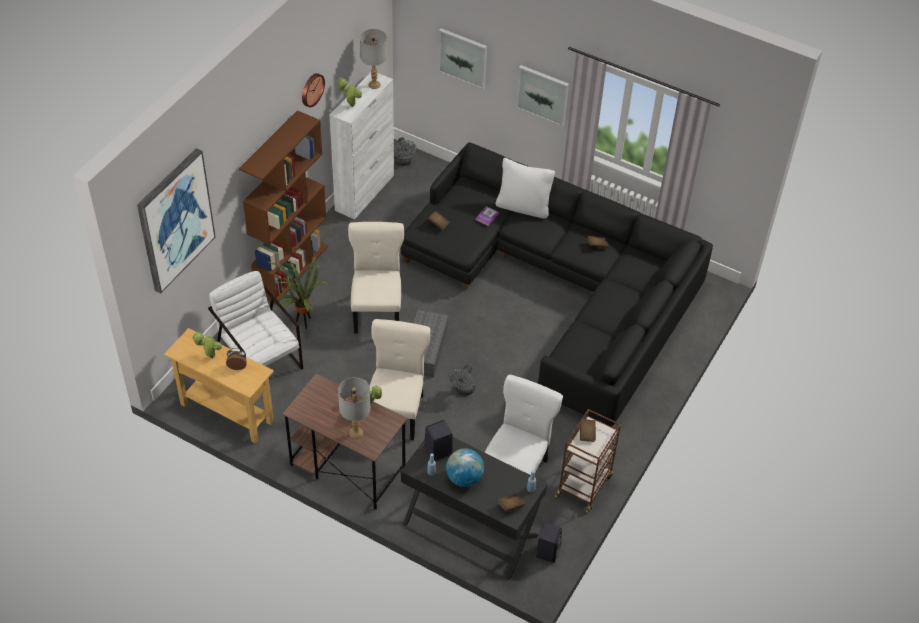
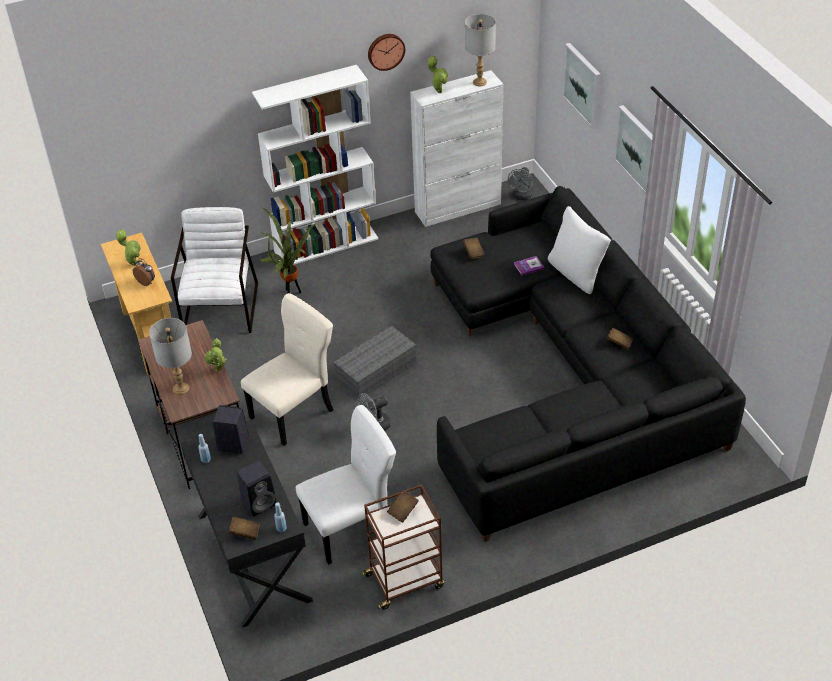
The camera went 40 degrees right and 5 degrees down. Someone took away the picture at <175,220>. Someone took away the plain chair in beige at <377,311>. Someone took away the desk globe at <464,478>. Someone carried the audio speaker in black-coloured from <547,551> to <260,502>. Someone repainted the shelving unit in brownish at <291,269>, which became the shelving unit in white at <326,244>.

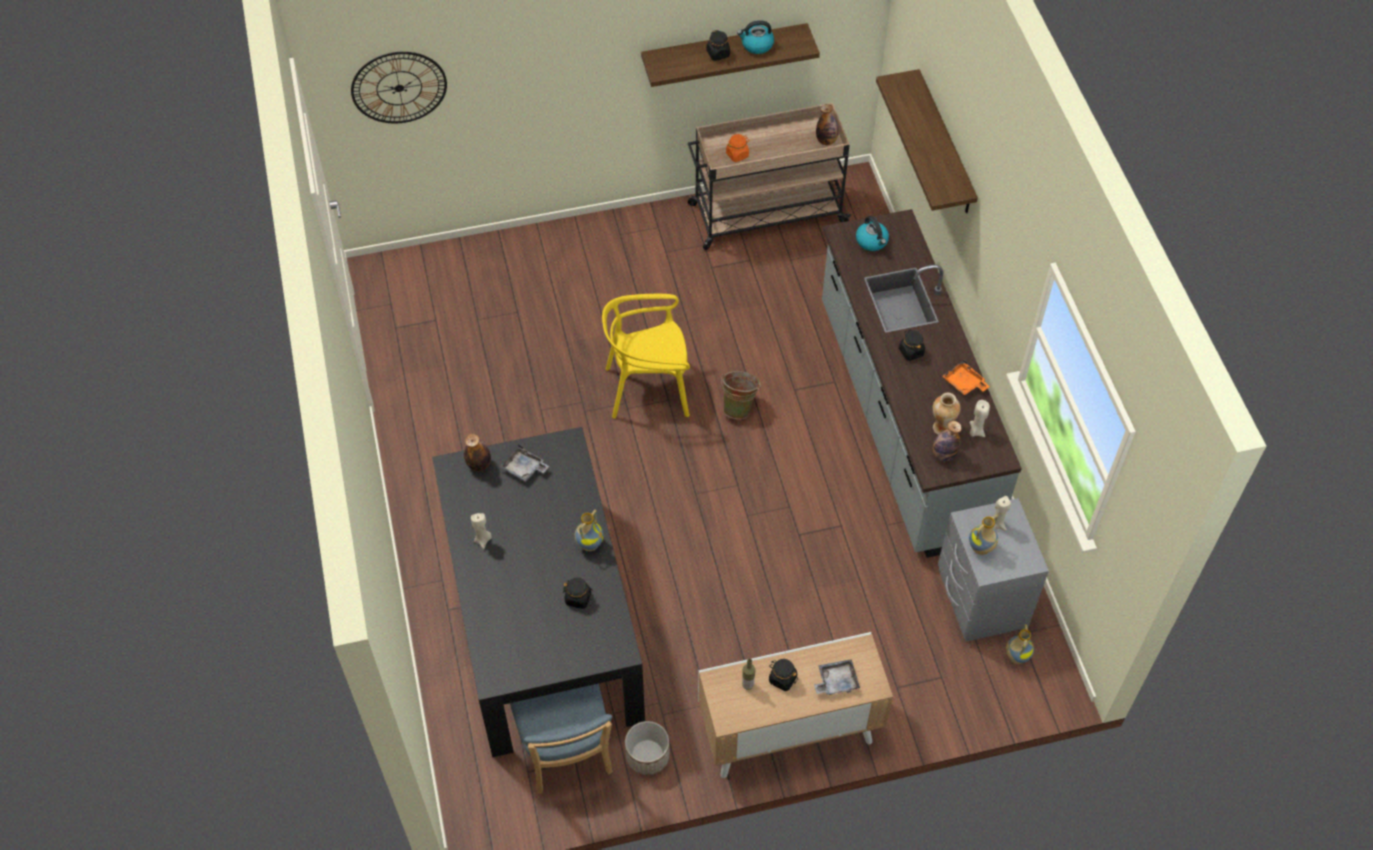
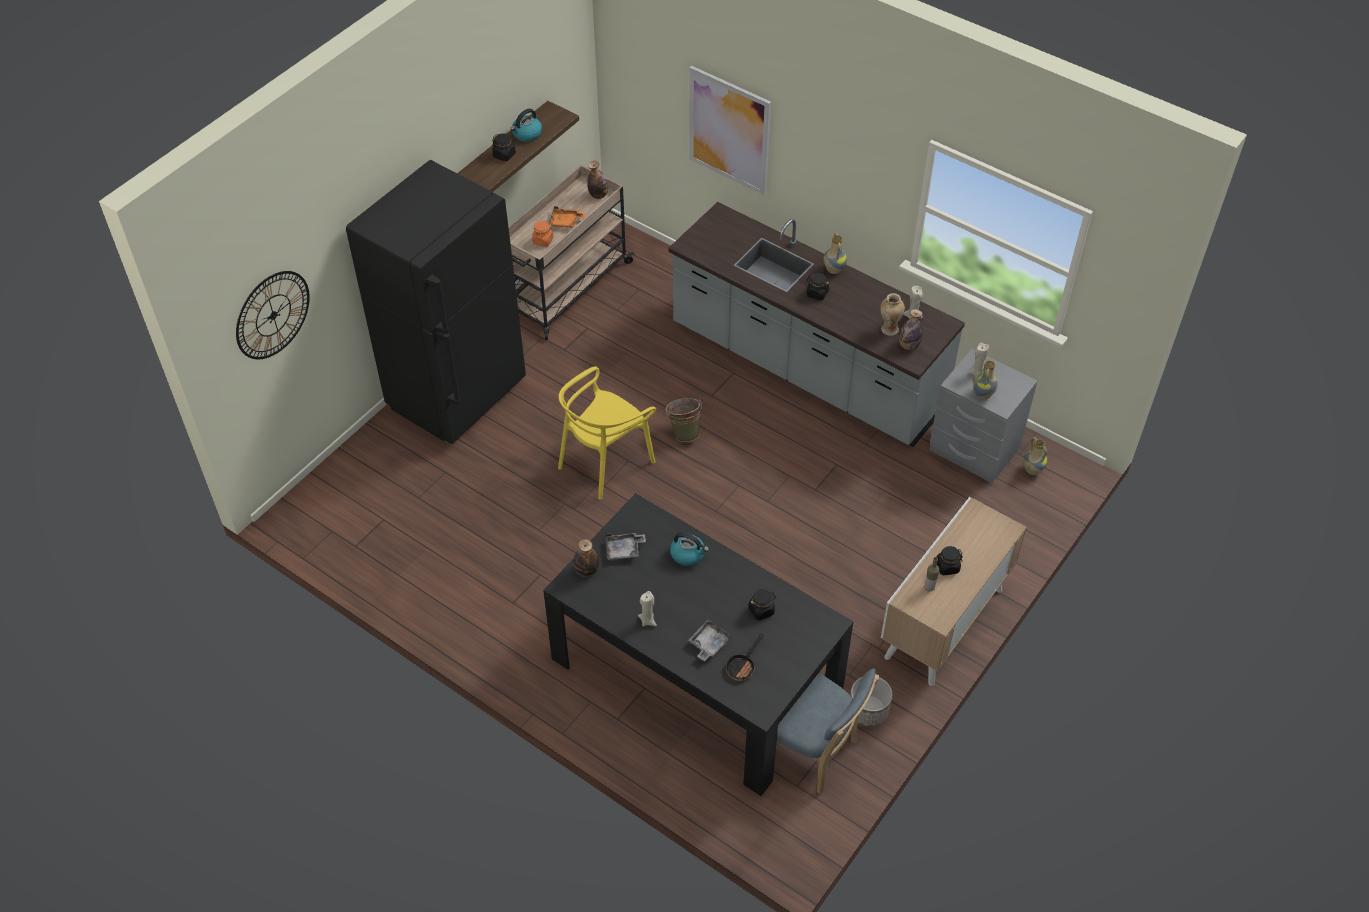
The camera went 40 degrees left and 5 degrees down. Someone put down the fridge in black-coloured at <458,396>. Someone put down the skillet at <743,666>. Someone carried the decorative vase from <589,544> to <833,270>. Someone carried the serving tray in gray from <836,681> to <708,643>. Someone carried the kettle from <872,241> to <688,554>. Someone carried the serving tray in orangey from <964,383> to <565,222>. Someone swapped the bracket shelf at <945,145> for the picture at <729,130>.

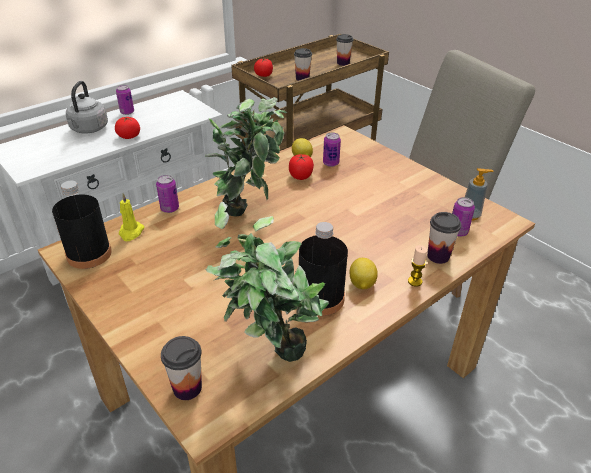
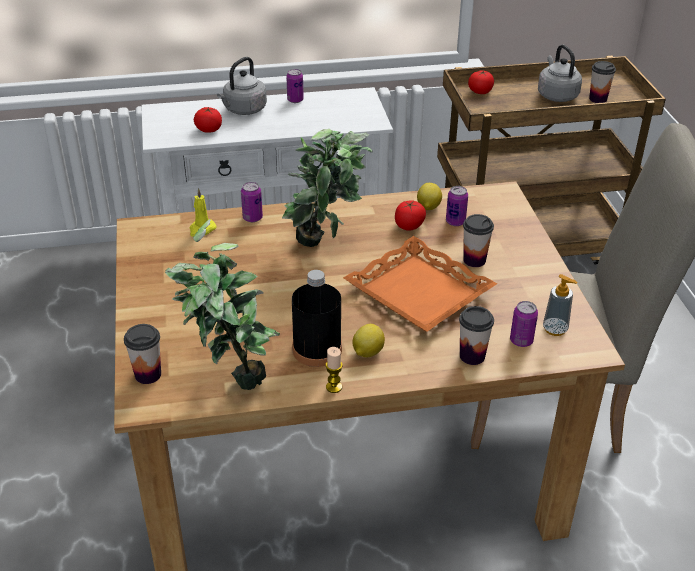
The camera went 30 degrees right and 0 degrees up. Someone took away the beverage bottle in black-coloured at <89,254>. Someone put down the serving tray in orangey at <420,292>. Someone put down the kettle in gray at <556,95>. Someone carried the fresh tomato from <129,136> to <209,129>. Someone carried the cup from <302,78> to <474,260>. Someone carried the wax candle from <415,281> to <334,387>.

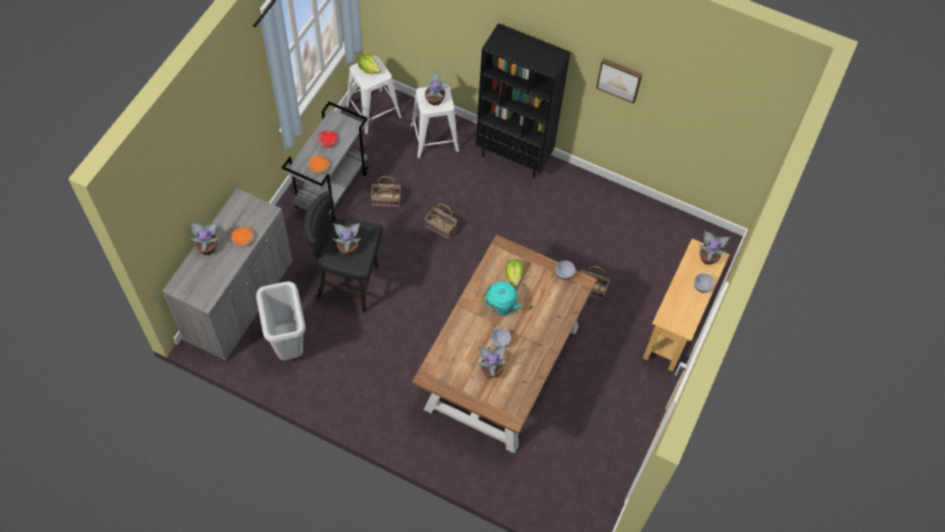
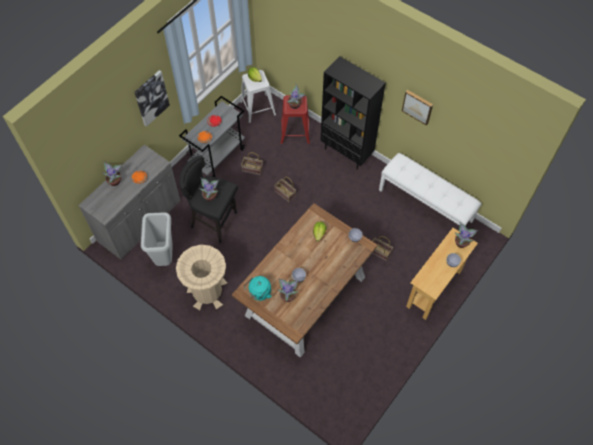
The camera went 15 degrees right and 0 degrees up. Someone put up the picture at <151,98>. Someone put down the waste bin in beige at <207,291>. Someone put down the long seat in white at <426,205>. Someone carried the kettle in turquoise-coloured from <500,306> to <259,293>. Someone repainted the stool in white at <434,138>, which became the stool in red-coloured at <295,132>.

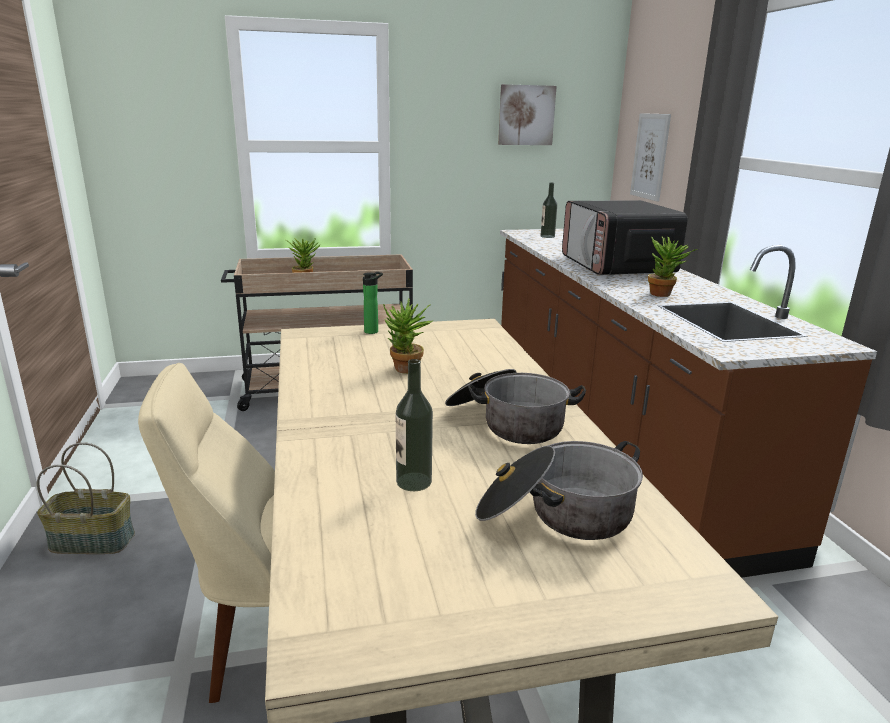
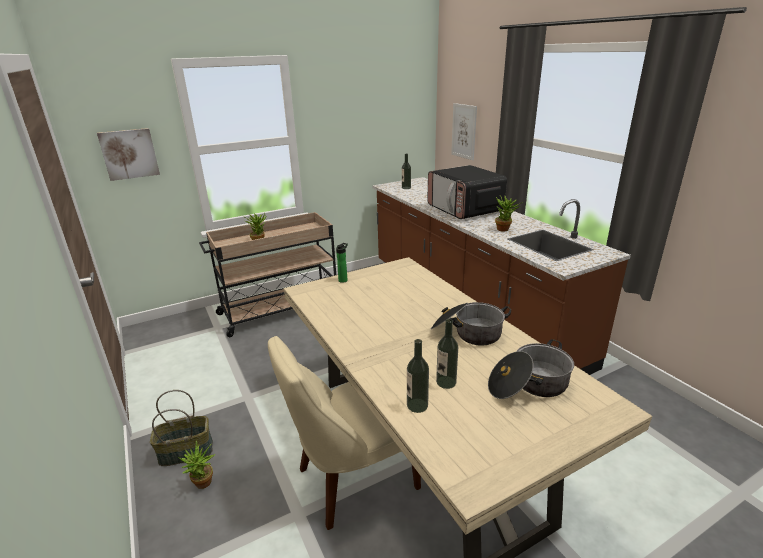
The camera went 15 degrees left and 5 degrees up. Someone put down the beverage bottle at <417,405>. Someone carried the potted plant from <406,371> to <203,485>. Someone carried the picture from <526,115> to <129,154>.

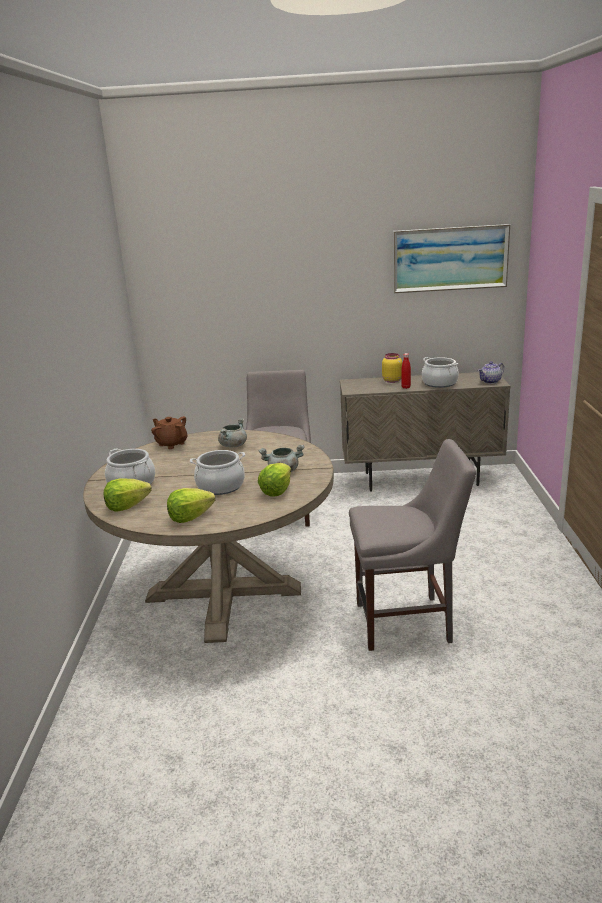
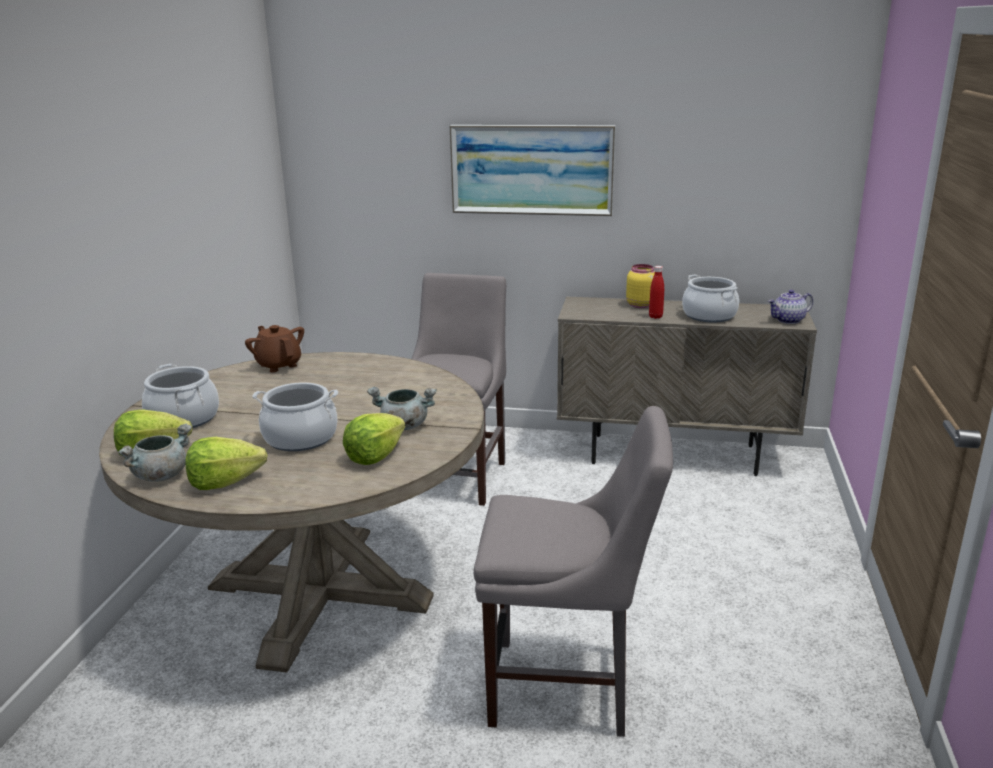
The camera went 10 degrees right and 0 degrees up. Someone carried the saucepot in gray from <233,445> to <161,475>. Someone carried the picture from <450,258> to <532,169>.

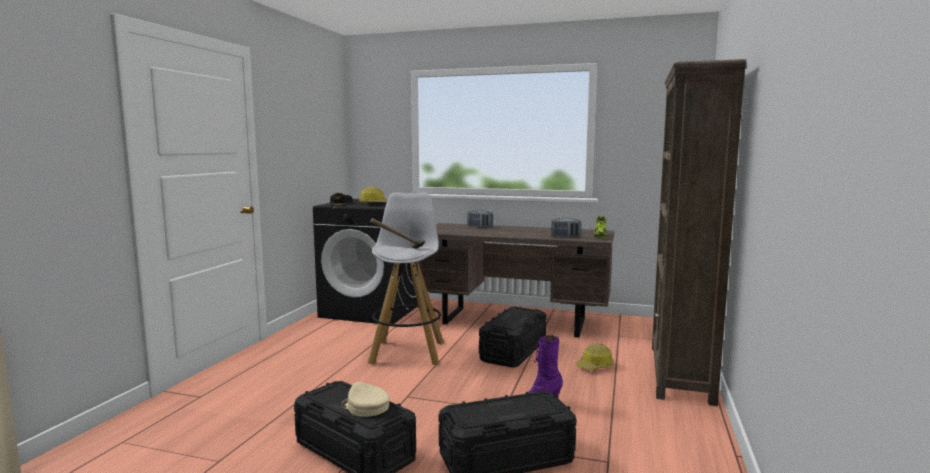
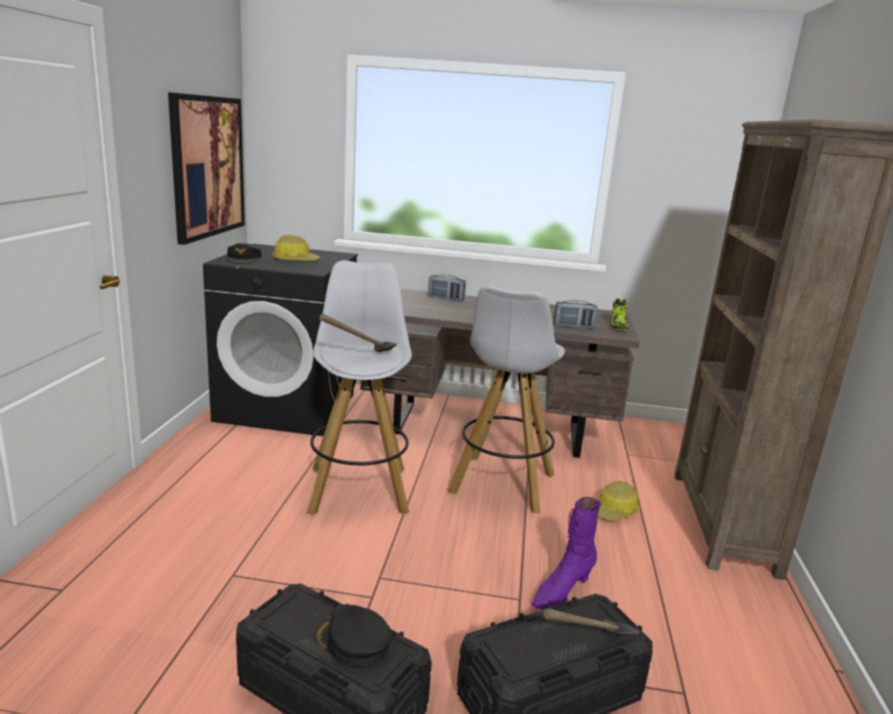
The camera went 10 degrees left and 10 degrees up. Someone put up the picture at <208,167>. Someone put down the hammer at <587,653>. Someone swapped the storage container in black-coloured at <513,351> for the stool in white at <501,485>. Someone repainted the cap in beige at <365,406>, which became the cap in black-coloured at <353,642>.

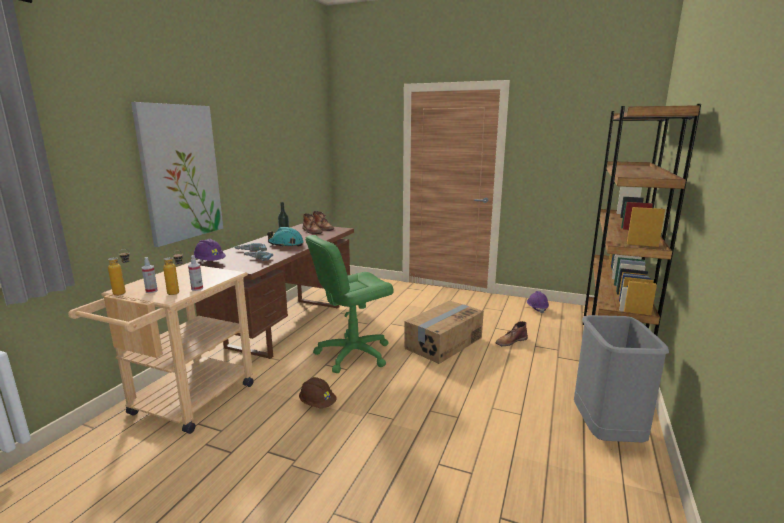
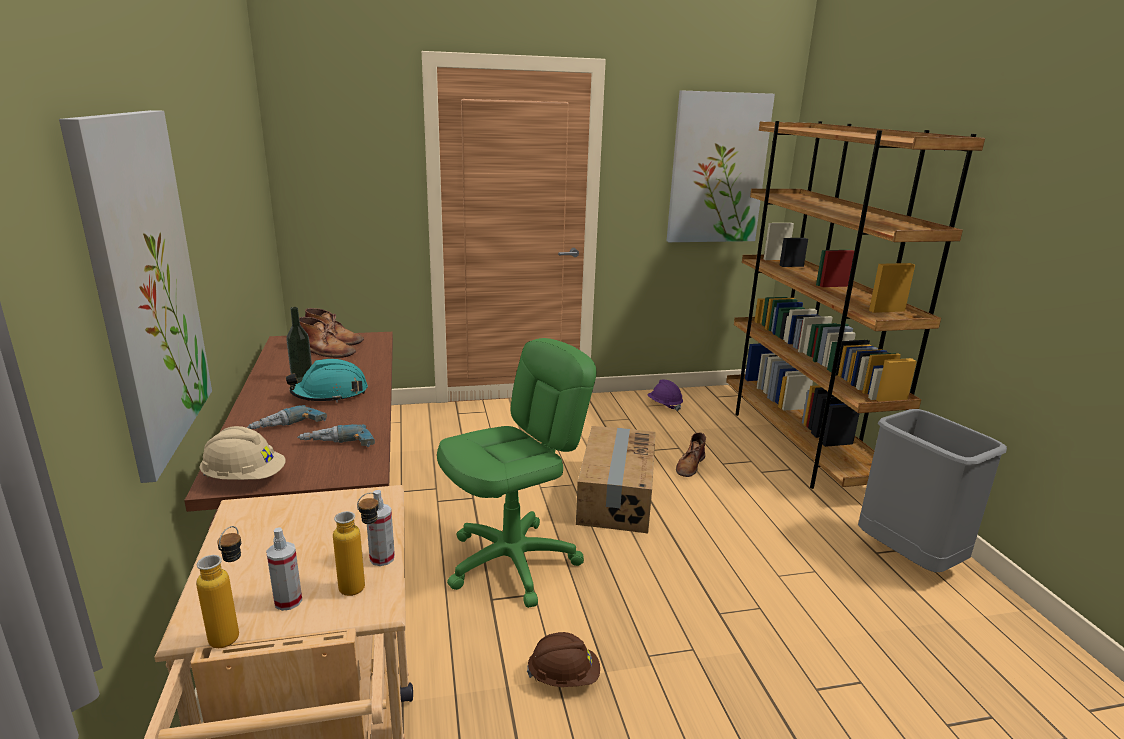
The camera went 35 degrees left and 5 degrees up. Someone put up the picture at <717,169>. Someone repainted the work helmet in purple-coloured at <210,262>, which became the work helmet in beige at <245,478>. Someone rotated the office chair in green-coloured at <353,354> by 150 degrees counterclockwise.

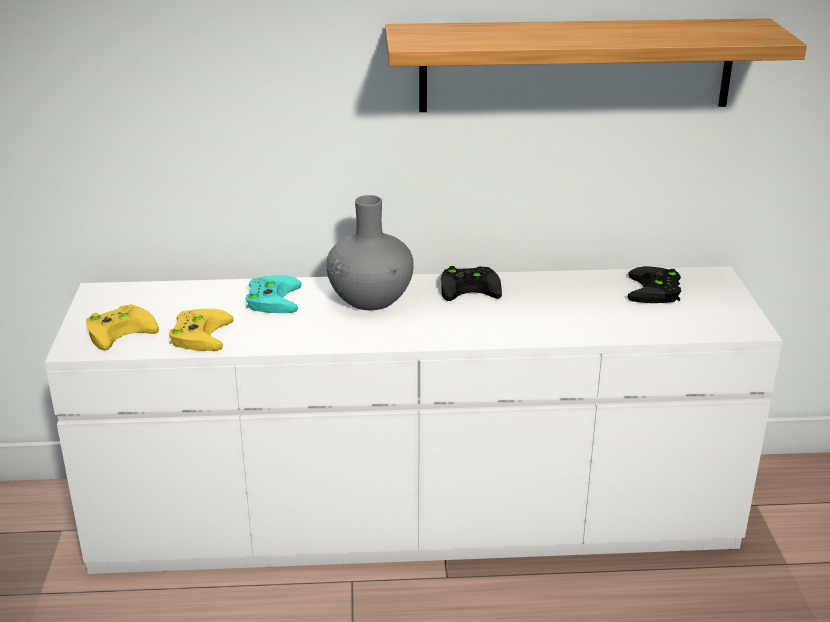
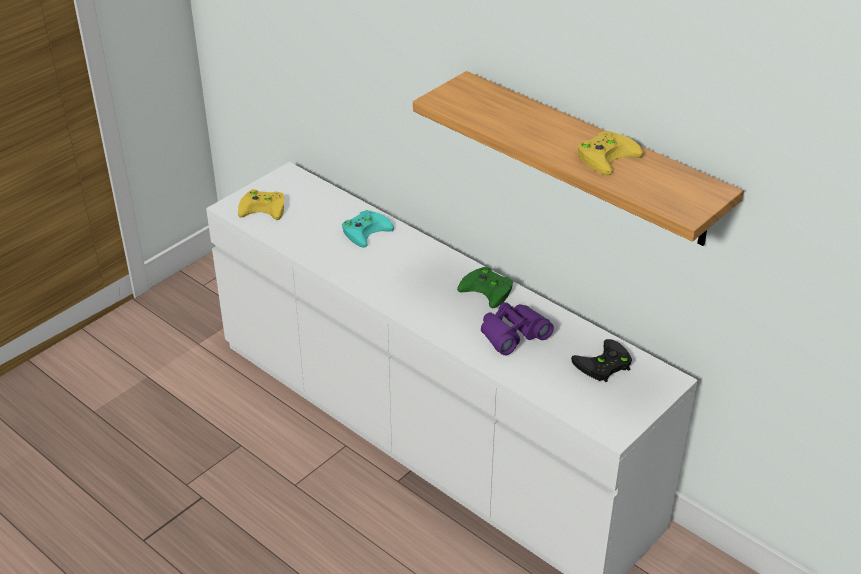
The camera went 45 degrees right and 10 degrees up. Someone took away the decorative vase in gray at <370,299>. Someone put down the field glasses in purple-coloured at <513,334>. Someone carried the gamepad in yellow-coloured from <198,333> to <607,155>. Someone repainted the gamepad in black-coloured at <471,287>, which became the gamepad in green-coloured at <489,290>.

